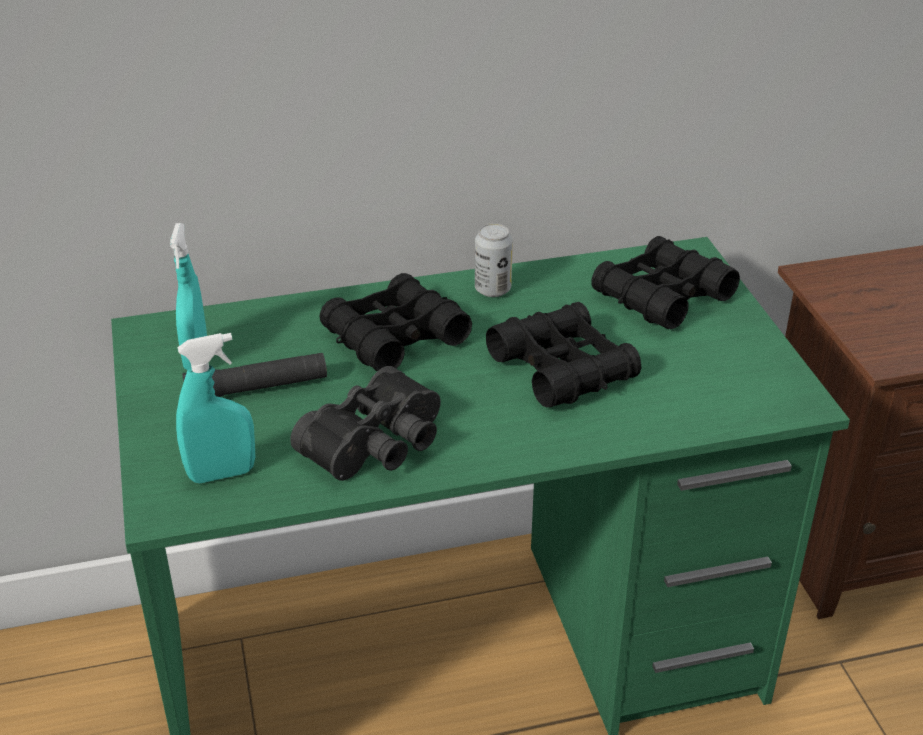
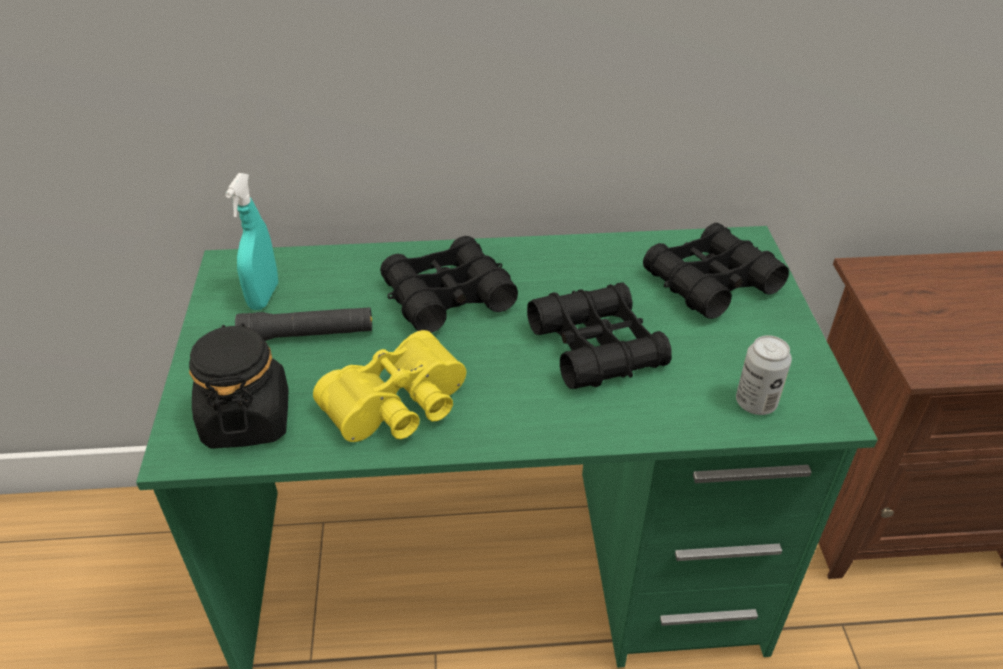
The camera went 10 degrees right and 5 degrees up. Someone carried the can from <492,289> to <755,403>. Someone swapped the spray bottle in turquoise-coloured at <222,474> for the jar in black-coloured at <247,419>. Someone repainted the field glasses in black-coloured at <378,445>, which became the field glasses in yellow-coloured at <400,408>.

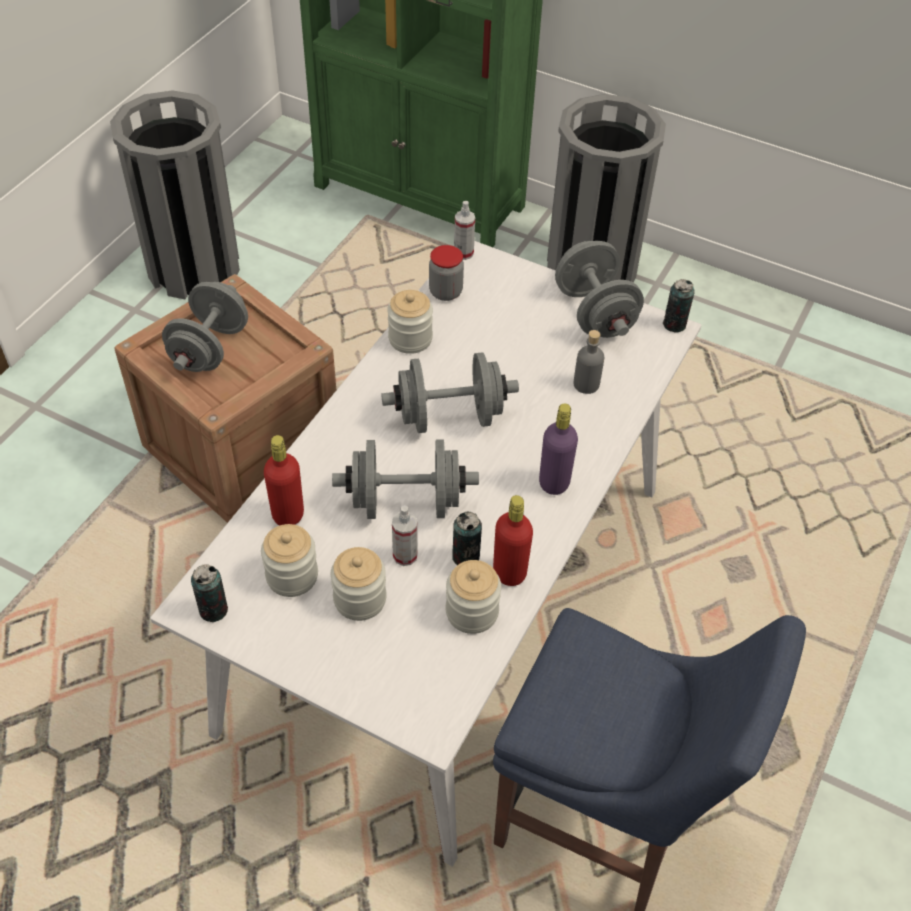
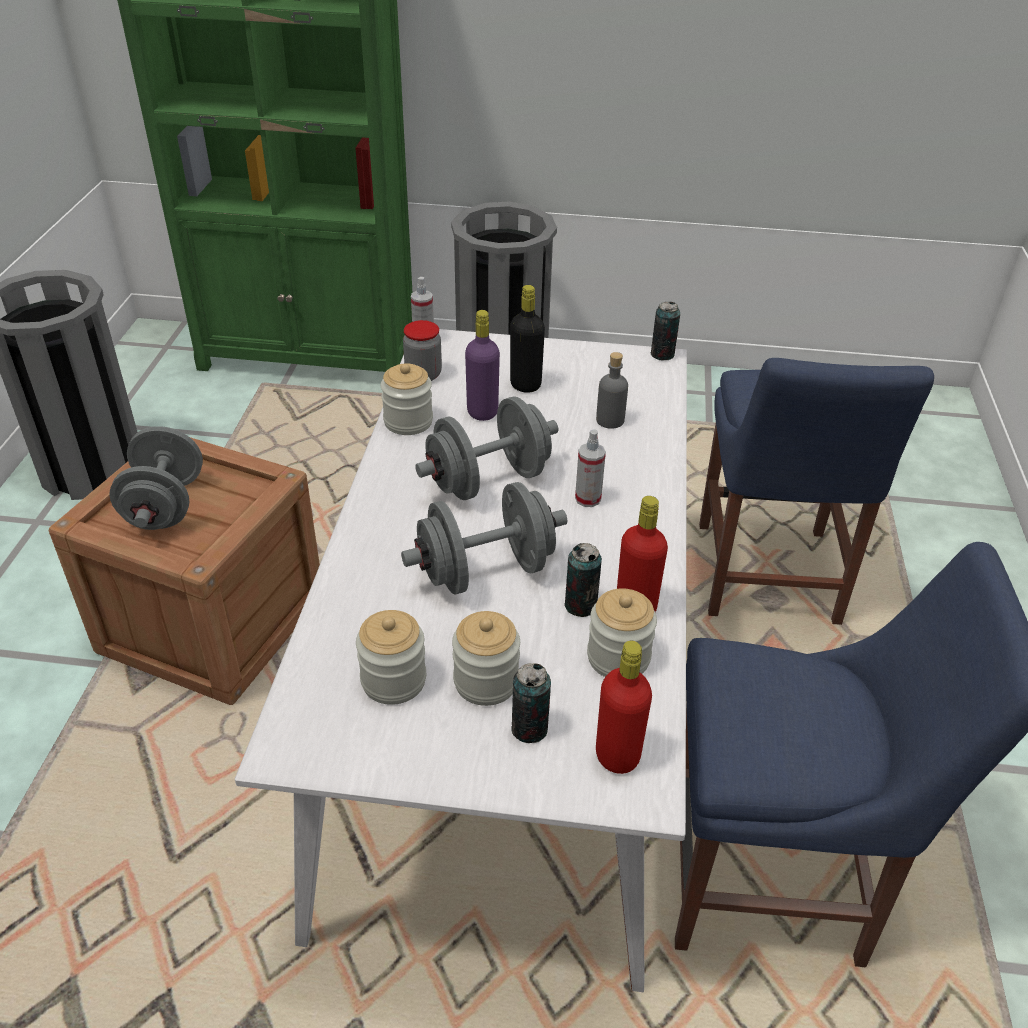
The camera went 20 degrees left and 10 degrees down. Someone took away the dumbbell in gray at <594,313>. Someone put down the beverage bottle in black-coloured at <525,385>. Someone put down the plain chair in blue at <766,579>. Someone carried the can from <213,610> to <529,729>. Someone carried the beverage bottle in red-coloured from <288,514> to <617,755>. Someone carried the spray bottle from <405,555> to <588,499>. Someone carried the beverage bottle in purple-coloured from <554,483> to <482,412>.

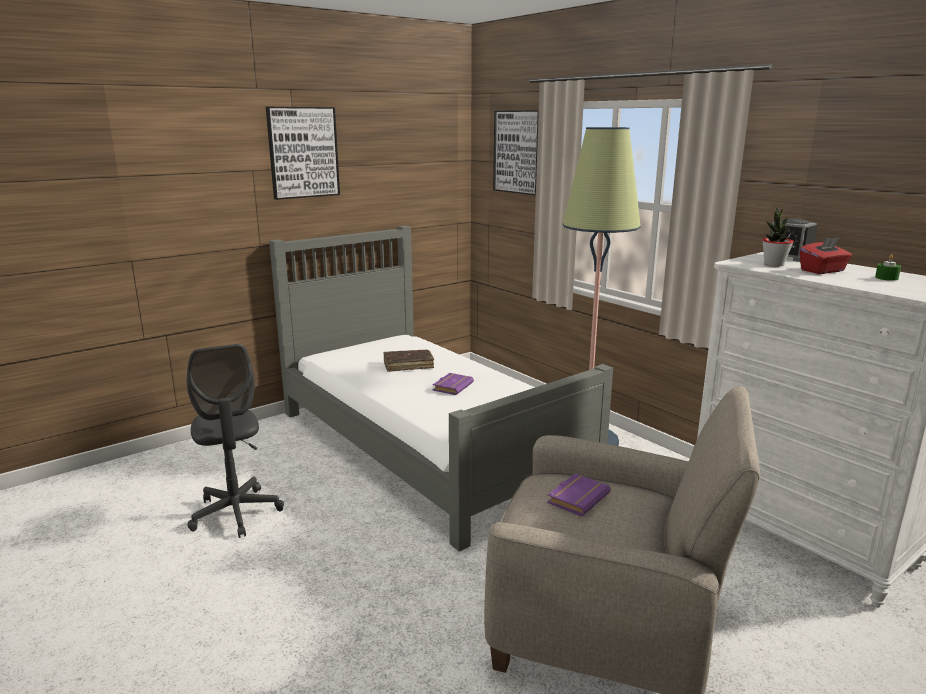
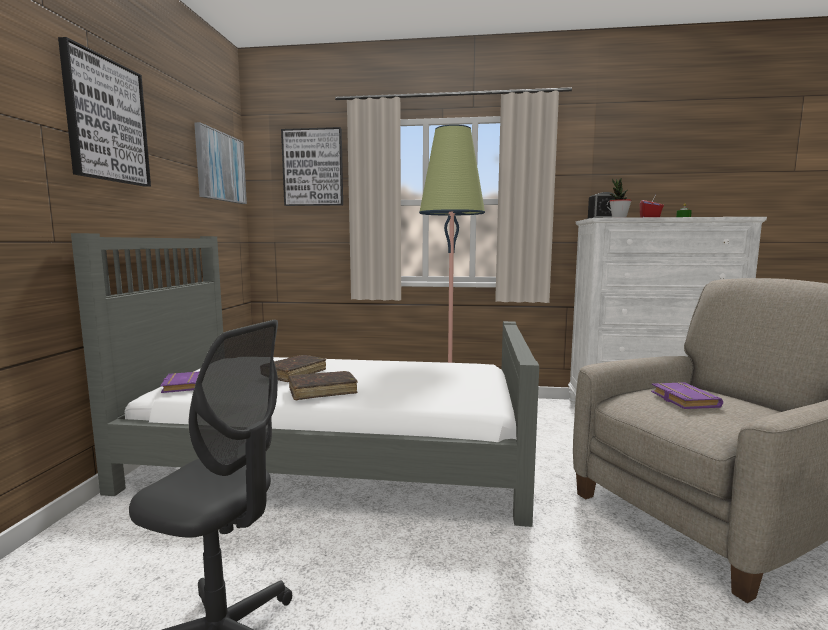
The camera went 45 degrees left and 10 degrees down. Someone put up the picture at <220,167>. Someone put down the volume in brownish at <322,391>. Someone carried the volume in purple-coloured from <452,386> to <181,385>.

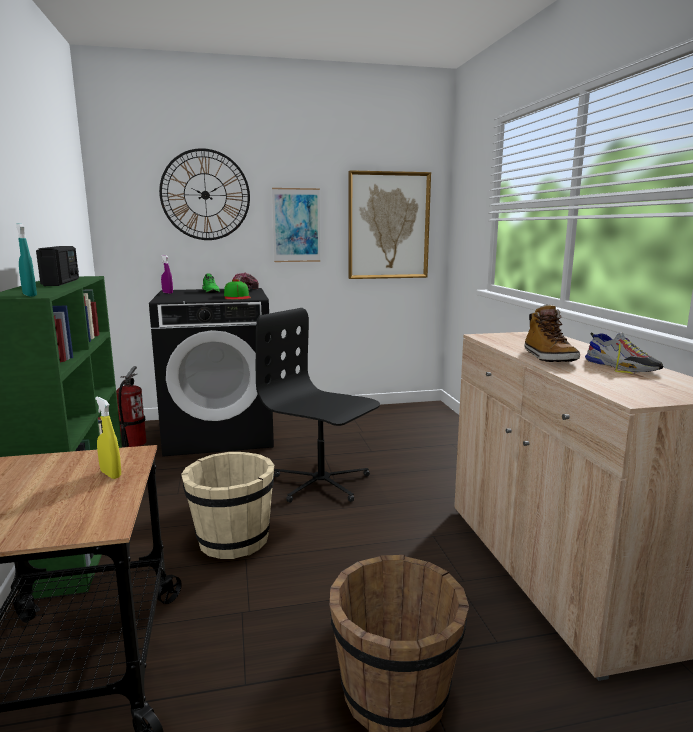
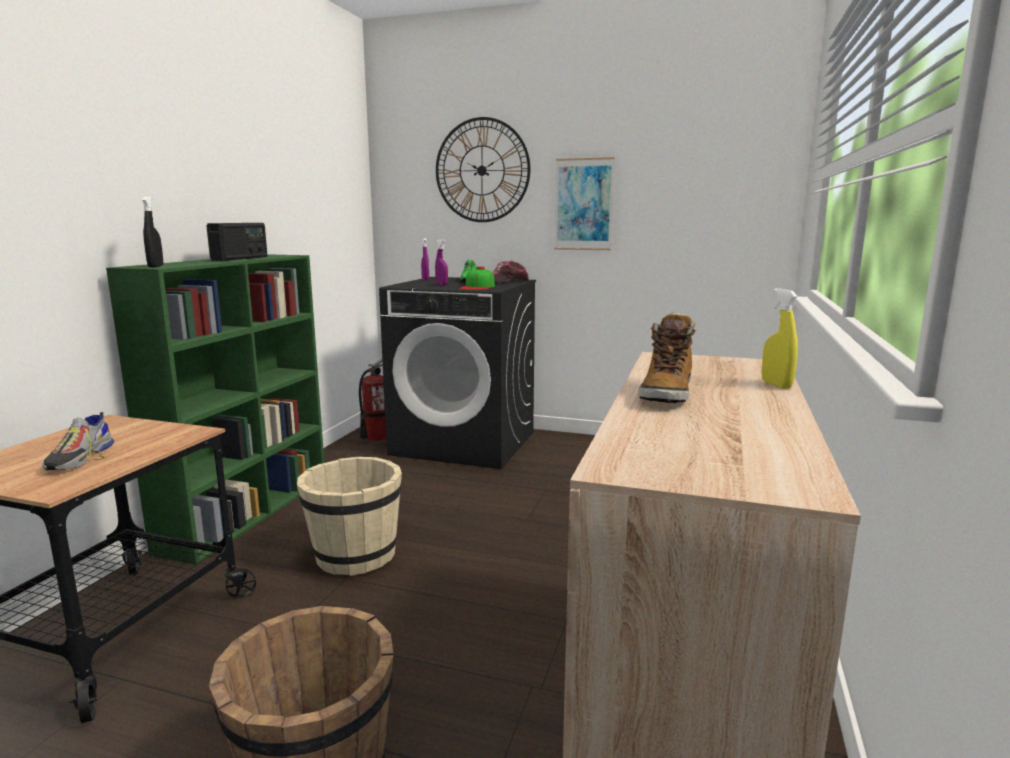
The camera went 30 degrees right and 0 degrees up. Someone took away the office chair in black-coloured at <321,483>. Someone took away the picture at <388,226>. Someone put down the spray bottle in purple-coloured at <441,284>. Someone carried the spray bottle in yellow-coloured from <110,474> to <776,385>. Someone carried the item of footwear from <621,366> to <80,458>. Someone repainted the spray bottle in turquoise-coloured at <29,295>, which became the spray bottle in black-coloured at <155,266>.

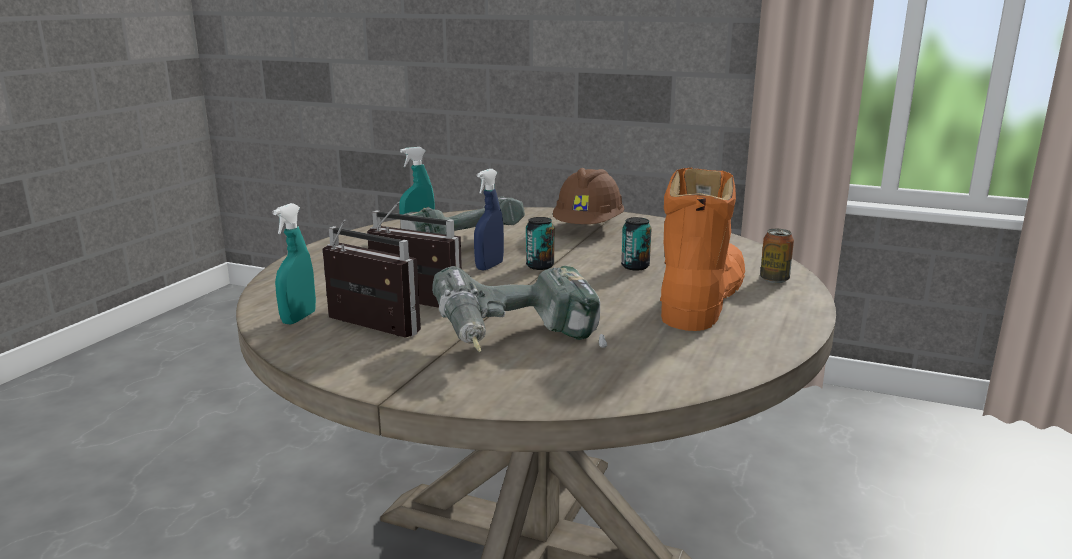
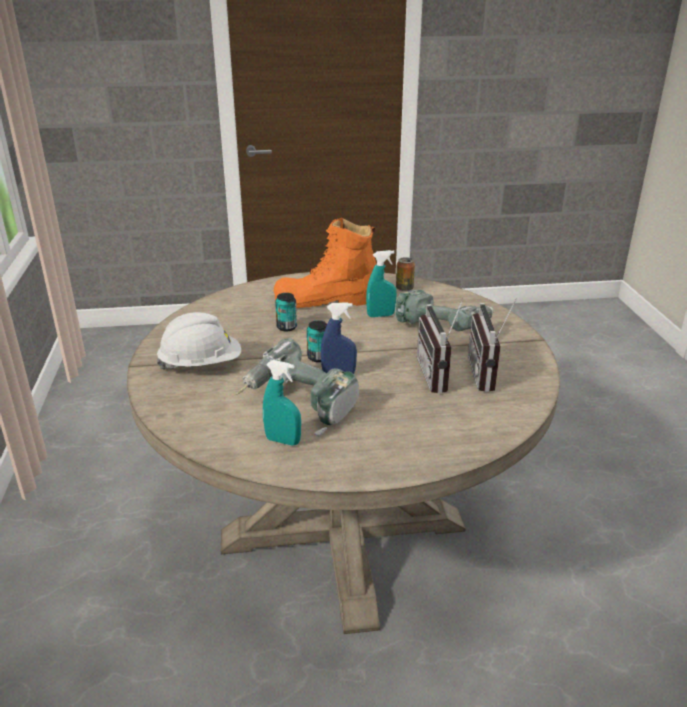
The camera went 120 degrees left and 10 degrees up. Someone carried the spray bottle in turquoise-coloured from <298,318> to <380,315>. Someone carried the can from <774,279> to <404,288>. Someone repainted the work helmet in brownish at <588,228>, which became the work helmet in white at <201,365>.

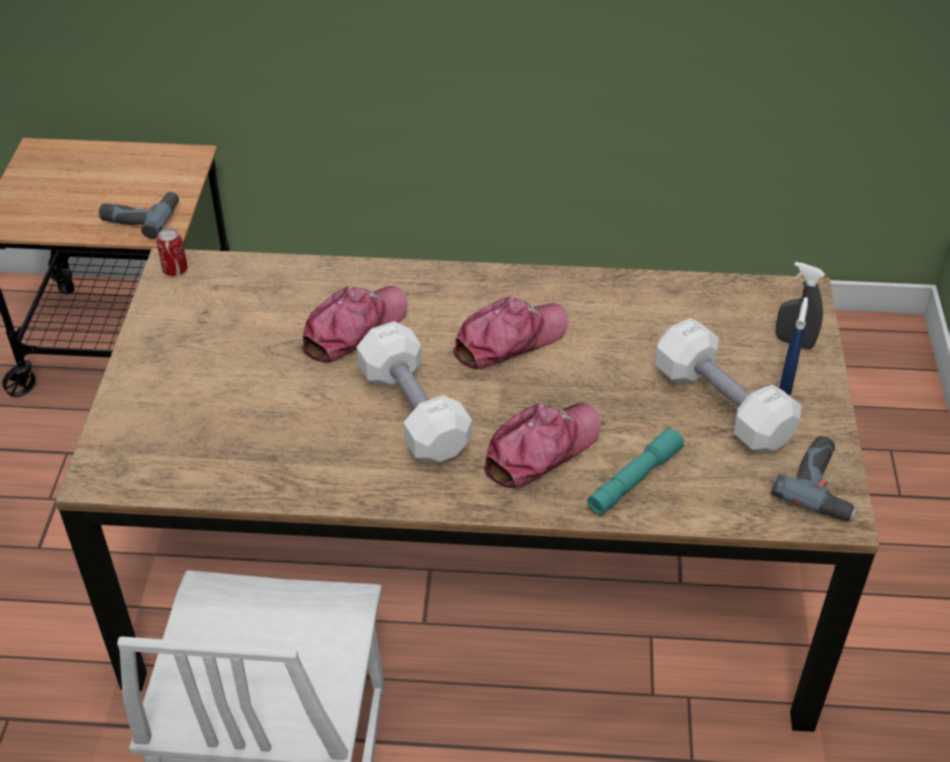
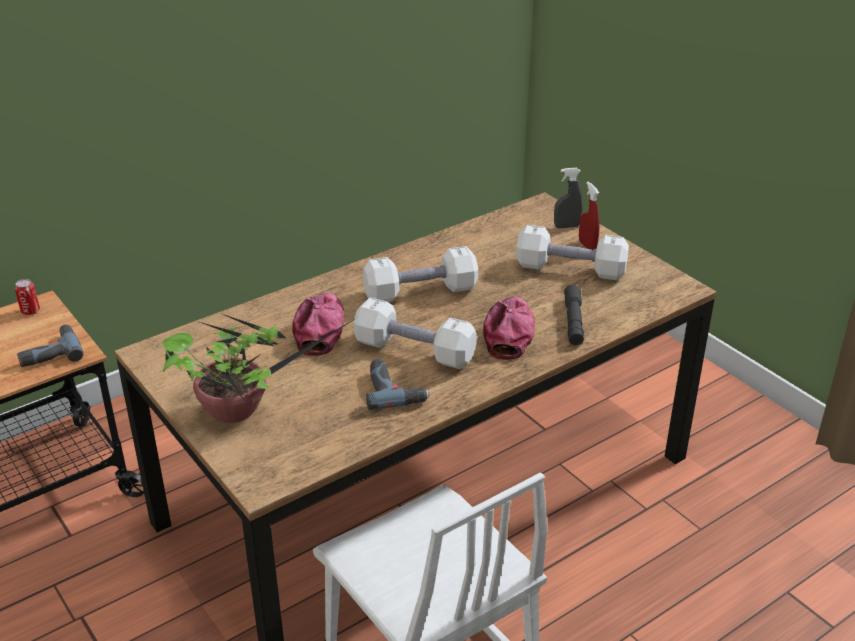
The camera went 40 degrees left and 10 degrees down. Someone put down the potted plant at <238,410>. Someone carried the can from <175,270> to <30,311>. Someone carried the drill from <823,486> to <394,390>. Someone swapped the cap at <509,340> for the dumbbell in white at <420,292>. Someone repainted the torch in turquoise-coloured at <634,479>, which became the torch in gray at <573,321>. Someone repainted the spray bottle in blue at <786,384>, which became the spray bottle in red-coloured at <587,245>.

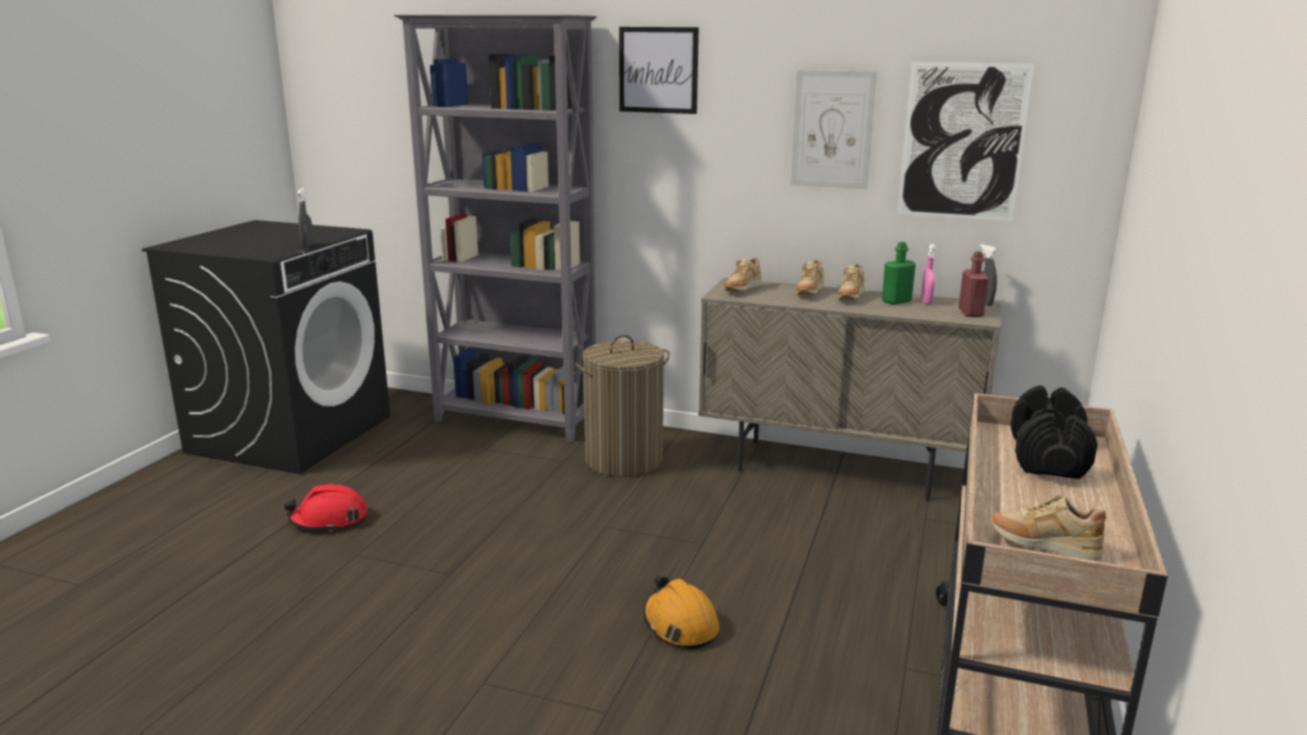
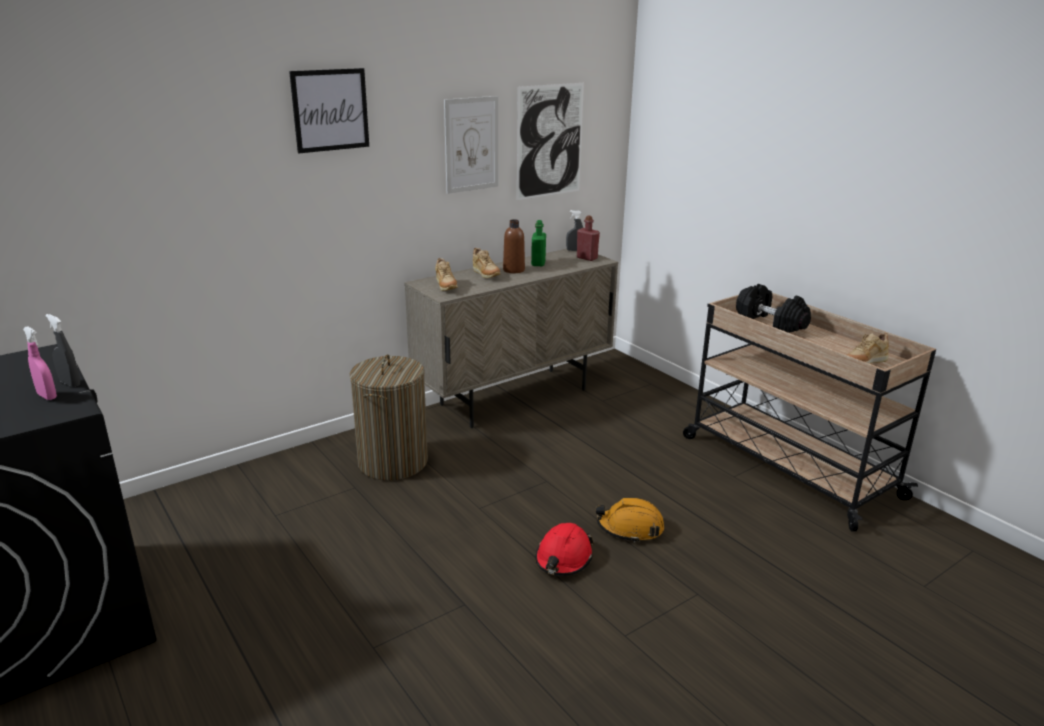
The camera went 55 degrees left and 5 degrees up. Someone took away the shelving unit in gray at <516,420>. Someone carried the work helmet in red-coloured from <329,520> to <563,559>. Someone carried the spray bottle in pinkish from <926,302> to <47,396>. Someone swapped the item of footwear in beige at <850,298> for the beverage bottle in brownish at <513,270>.

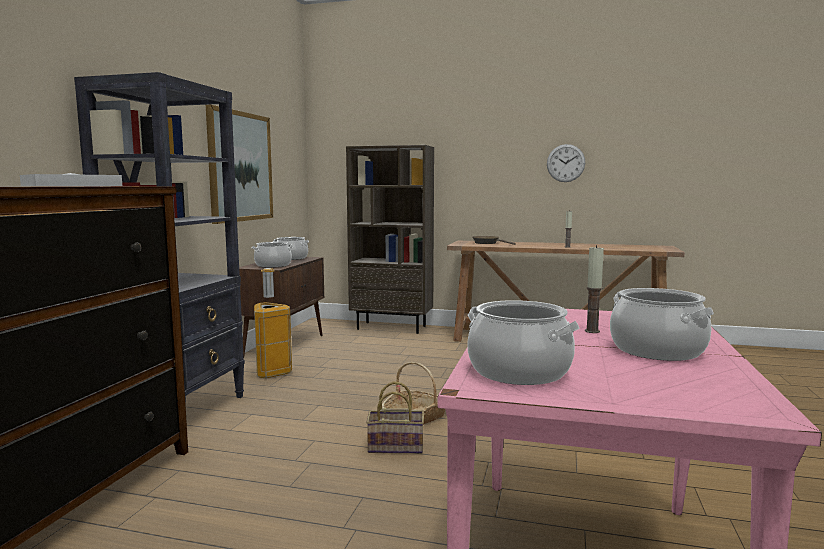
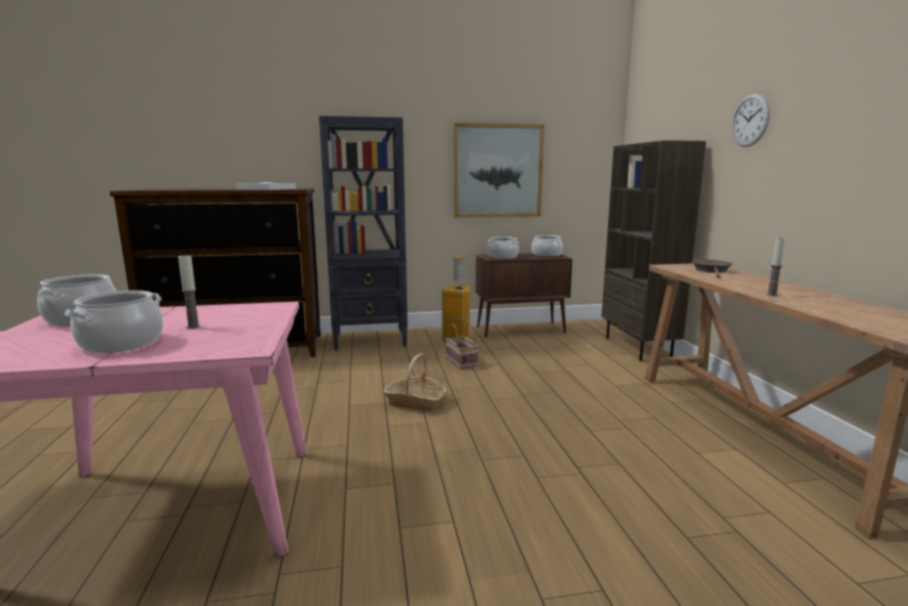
The camera went 65 degrees right and 5 degrees up. Someone carried the basket from <397,446> to <462,362>. Someone carried the wall clock from <565,163> to <750,120>.

